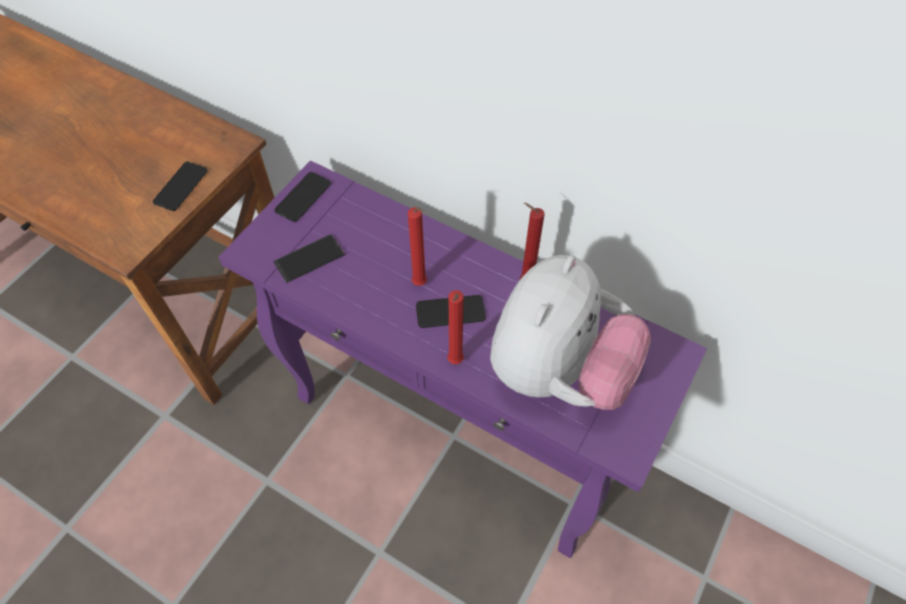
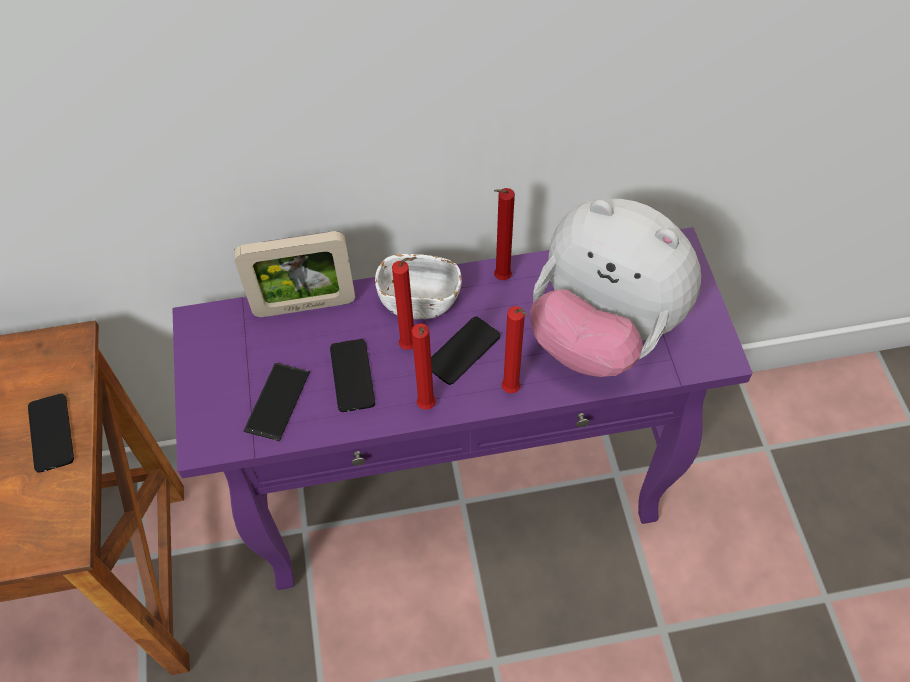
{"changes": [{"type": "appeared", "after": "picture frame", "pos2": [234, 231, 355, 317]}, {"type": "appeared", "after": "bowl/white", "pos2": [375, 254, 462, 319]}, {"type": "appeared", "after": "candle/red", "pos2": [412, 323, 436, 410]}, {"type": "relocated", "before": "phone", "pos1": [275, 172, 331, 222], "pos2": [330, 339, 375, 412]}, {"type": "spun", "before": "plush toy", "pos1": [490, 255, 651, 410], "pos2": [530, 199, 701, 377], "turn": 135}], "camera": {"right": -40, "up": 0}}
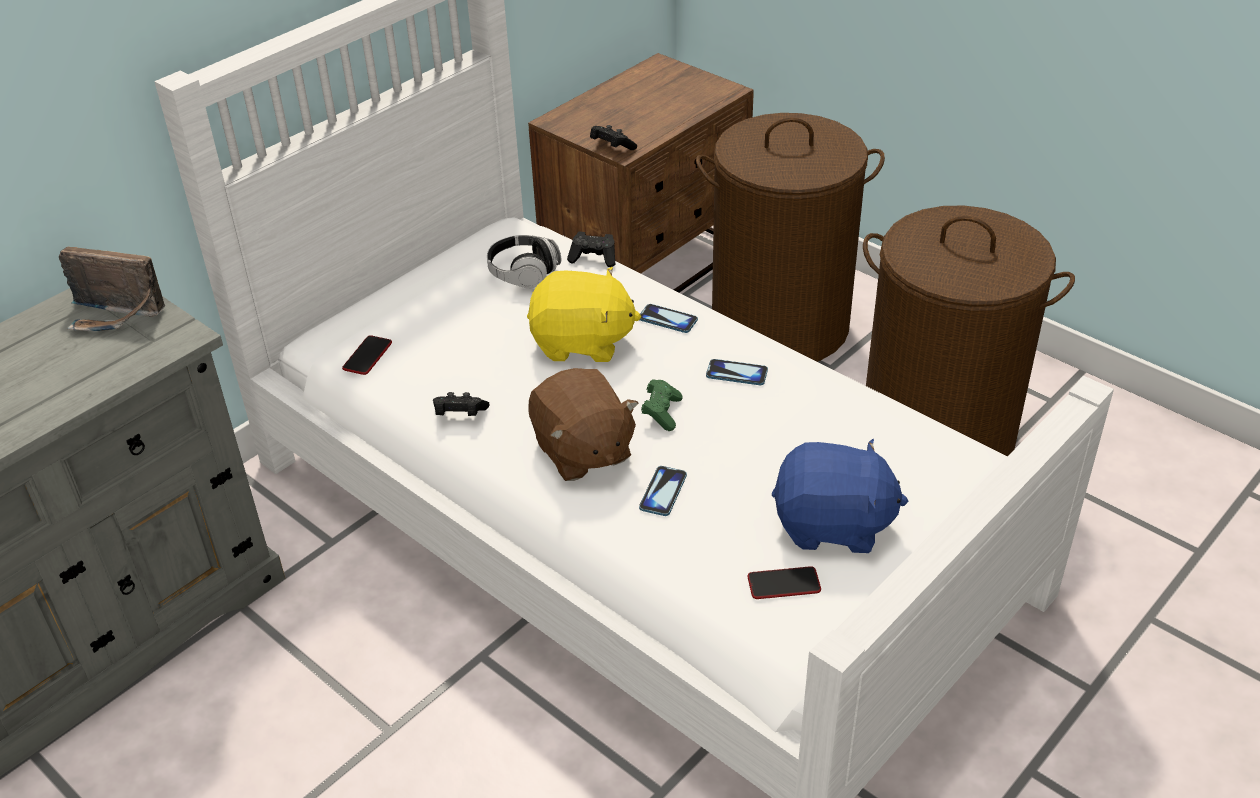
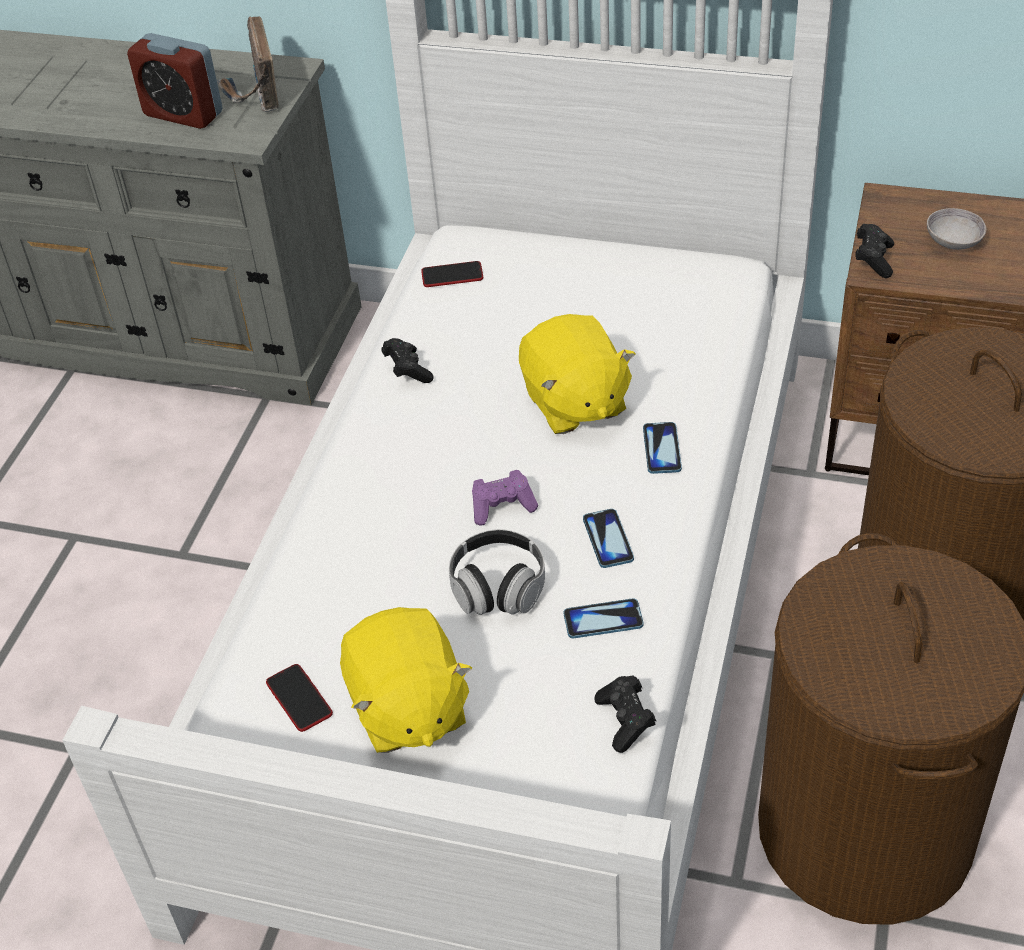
{"changes": [{"type": "missing", "before": "plush toy/brown", "pos1": [528, 368, 639, 481]}, {"type": "appeared", "after": "alarm clock", "pos2": [127, 33, 223, 129]}, {"type": "appeared", "after": "bowl/grey", "pos2": [927, 208, 987, 250]}, {"type": "relocated", "before": "headphones", "pos1": [487, 235, 561, 289], "pos2": [449, 529, 545, 615]}, {"type": "relocated", "before": "game controller/black", "pos1": [567, 232, 615, 267], "pos2": [594, 675, 656, 753]}, {"type": "relocated", "before": "phone", "pos1": [639, 466, 687, 516], "pos2": [563, 598, 643, 638]}, {"type": "colour", "before": "game controller/green", "after": "game controller/purple", "pos1": [641, 379, 683, 431], "pos2": [472, 470, 538, 526]}, {"type": "colour", "before": "plush toy/blue", "after": "plush toy/yellow", "pos1": [772, 439, 908, 553], "pos2": [340, 607, 472, 753]}], "camera": {"right": 65, "up": 5}}
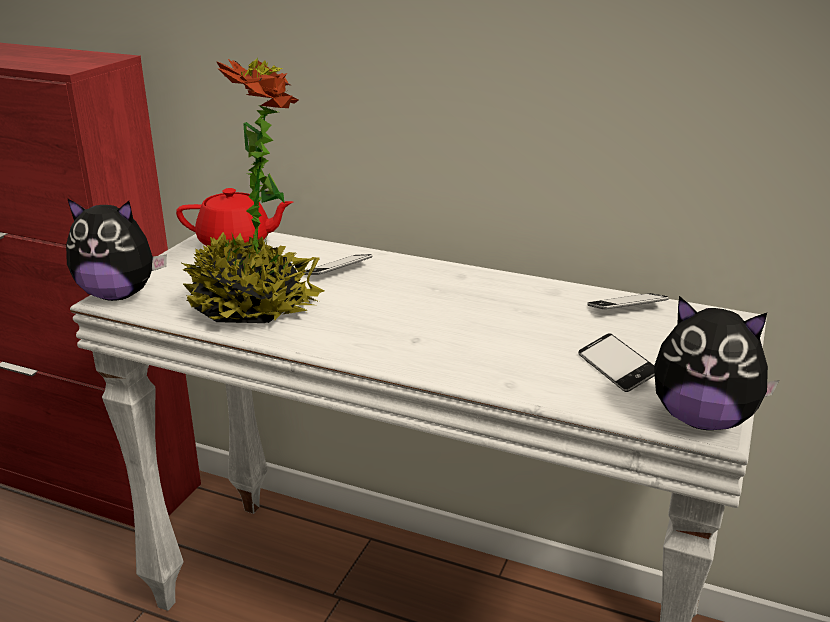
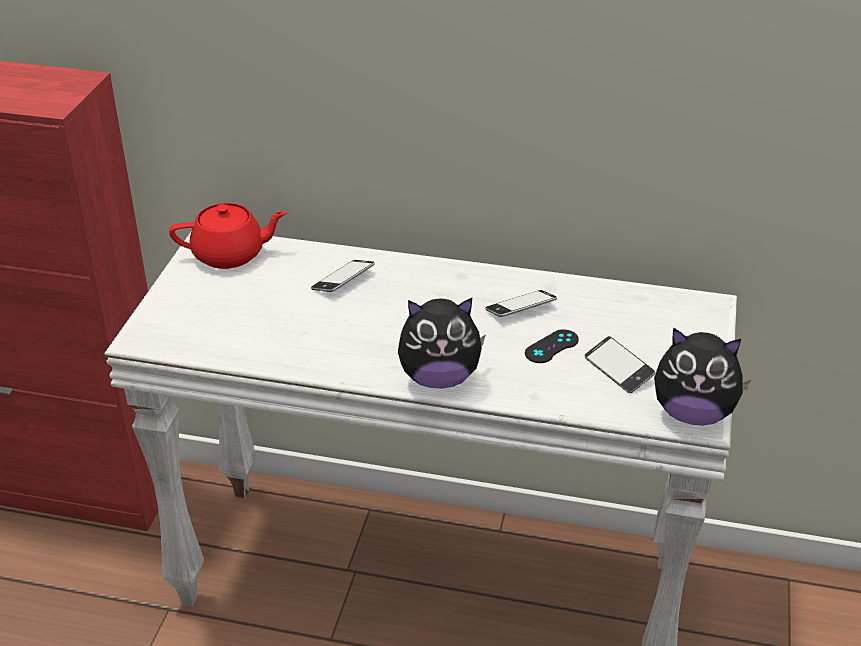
{"changes": [{"type": "missing", "before": "potted plant", "pos1": [180, 58, 324, 323]}, {"type": "appeared", "after": "game controller/black", "pos2": [525, 330, 579, 363]}, {"type": "relocated", "before": "plush toy", "pos1": [66, 198, 167, 301], "pos2": [398, 298, 485, 389]}, {"type": "relocated", "before": "phone", "pos1": [587, 293, 669, 309], "pos2": [486, 290, 557, 317]}], "camera": {"right": -10, "up": 10}}
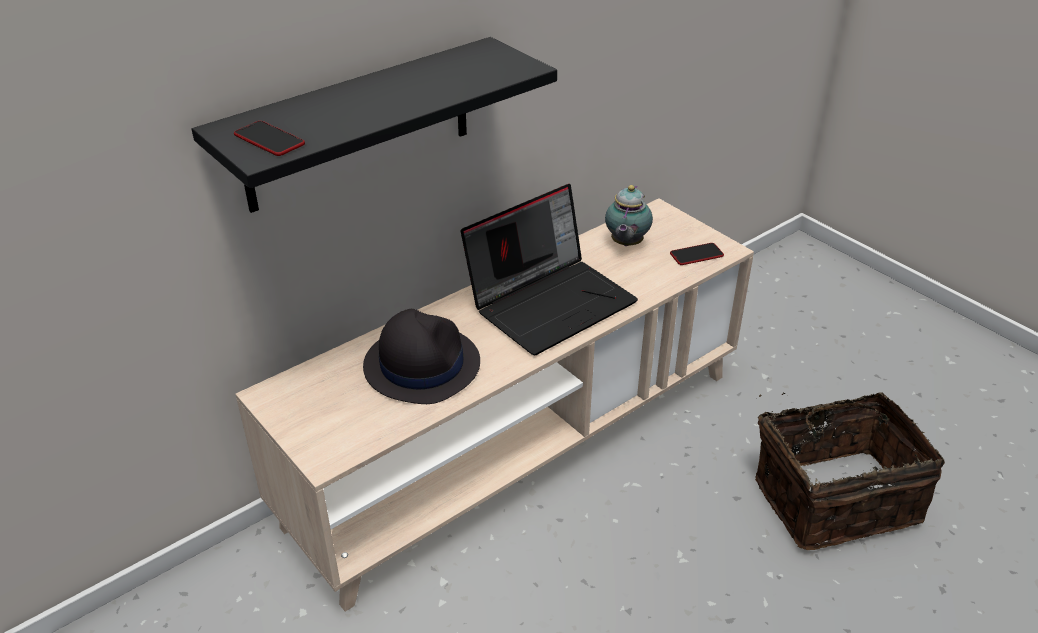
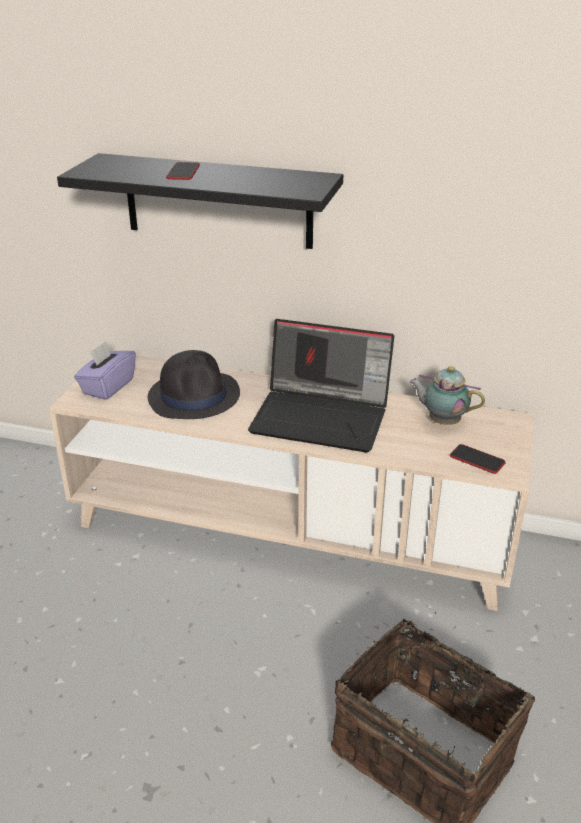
{"changes": [{"type": "appeared", "after": "tissue box/purple", "pos2": [74, 341, 136, 400]}, {"type": "relocated", "before": "phone", "pos1": [234, 121, 305, 156], "pos2": [166, 162, 200, 180]}, {"type": "spun", "before": "teapot", "pos1": [605, 185, 653, 246], "pos2": [410, 366, 485, 425], "turn": 45}], "camera": {"right": 55, "up": -5}}
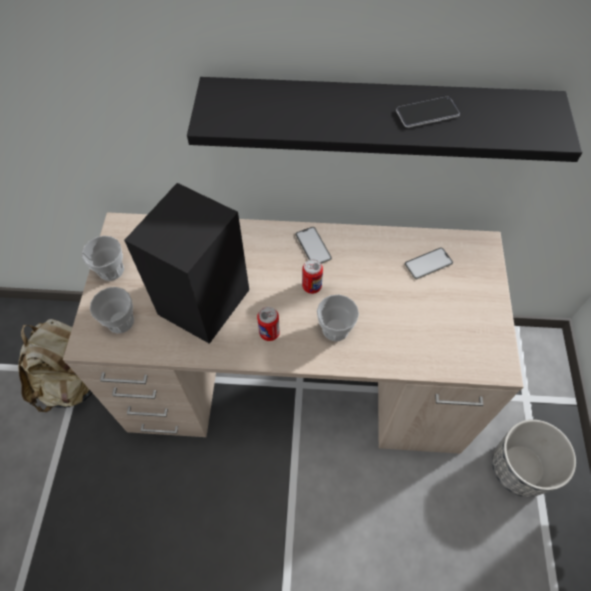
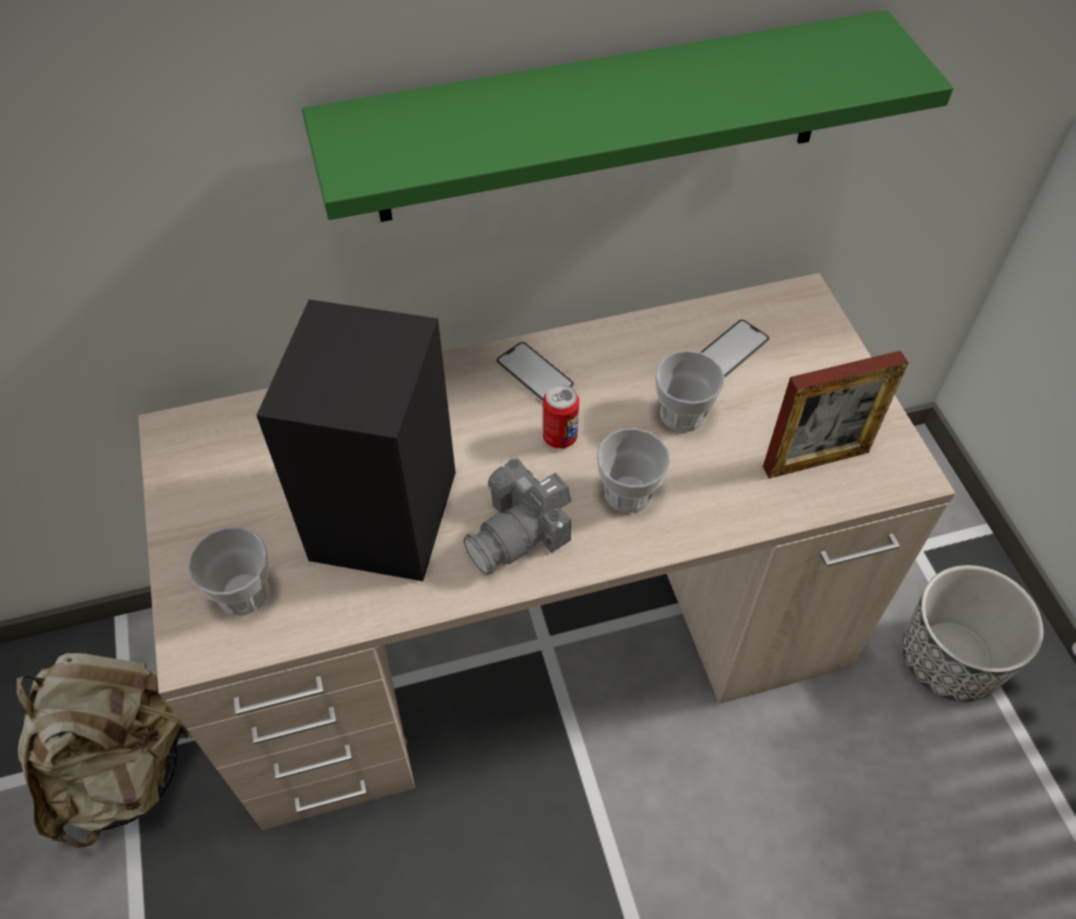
{"changes": [{"type": "missing", "before": "phone", "pos1": [396, 97, 460, 128]}, {"type": "appeared", "after": "picture frame", "pos2": [763, 350, 909, 478]}, {"type": "relocated", "before": "cup", "pos1": [82, 236, 124, 281], "pos2": [655, 350, 725, 432]}, {"type": "exchanged", "before": "can", "after": "photo camera", "pos1": [257, 307, 280, 341], "pos2": [463, 458, 571, 575]}, {"type": "colour", "before": "shelf/black", "after": "shelf/green", "pos1": [187, 77, 582, 162], "pos2": [302, 10, 954, 222]}], "camera": {"right": -20, "up": -5}}
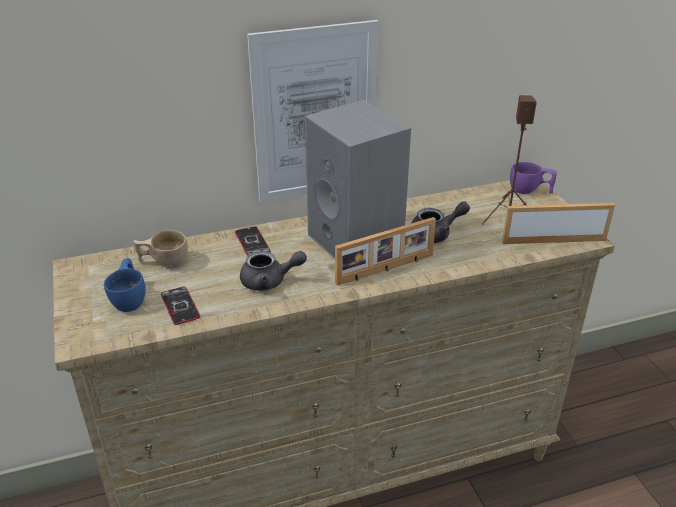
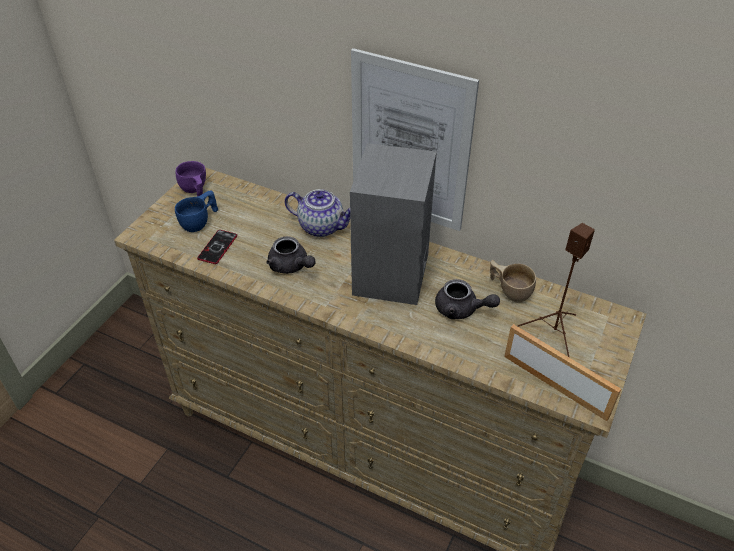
{"changes": [{"type": "missing", "before": "picture frame", "pos1": [335, 217, 436, 286]}, {"type": "relocated", "before": "cup/beige", "pos1": [133, 230, 188, 269], "pos2": [490, 260, 536, 303]}, {"type": "relocated", "before": "cup/purple", "pos1": [510, 162, 557, 194], "pos2": [175, 161, 206, 196]}, {"type": "exchanged", "before": "phone", "after": "teapot", "pos1": [235, 226, 270, 256], "pos2": [285, 189, 350, 237]}], "camera": {"right": 45, "up": 10}}
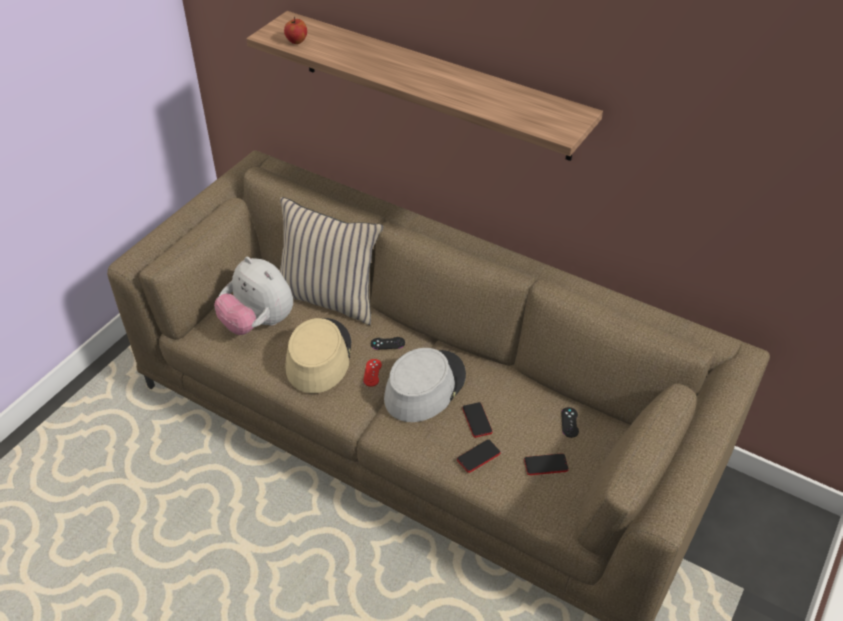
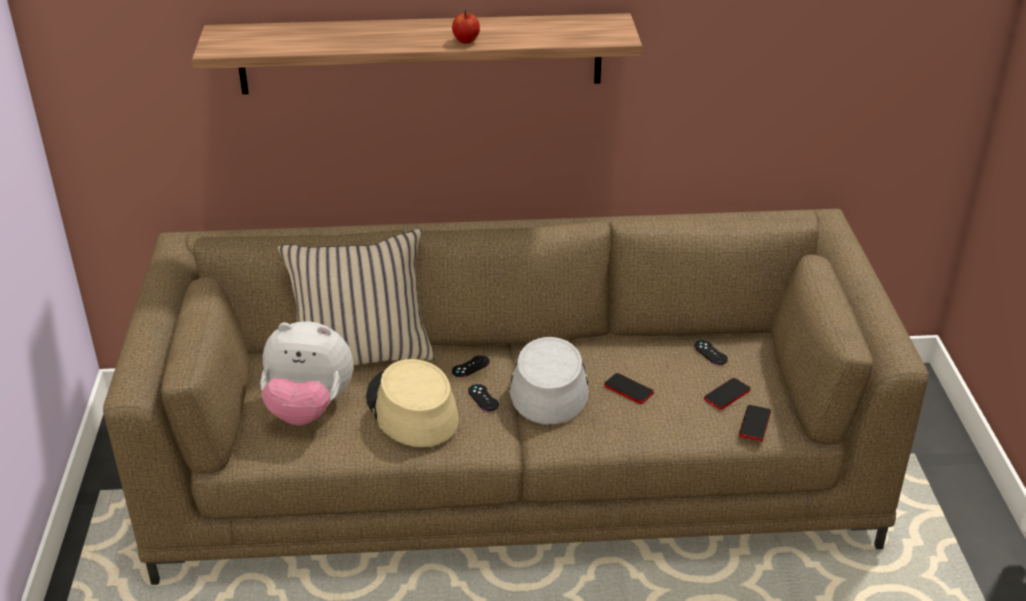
{"changes": [{"type": "relocated", "before": "apple", "pos1": [284, 17, 307, 44], "pos2": [452, 10, 480, 44]}, {"type": "relocated", "before": "phone", "pos1": [457, 440, 501, 473], "pos2": [739, 405, 771, 441]}, {"type": "colour", "before": "game controller/red", "after": "game controller/black", "pos1": [363, 359, 382, 387], "pos2": [468, 384, 499, 411]}], "camera": {"right": -35, "up": -10}}
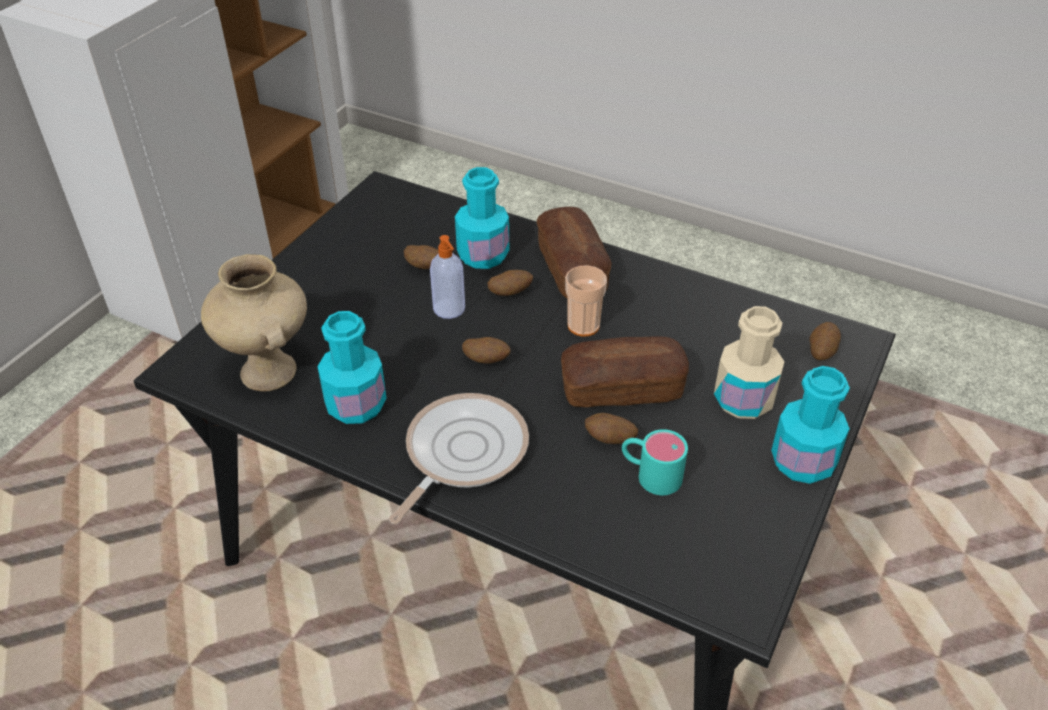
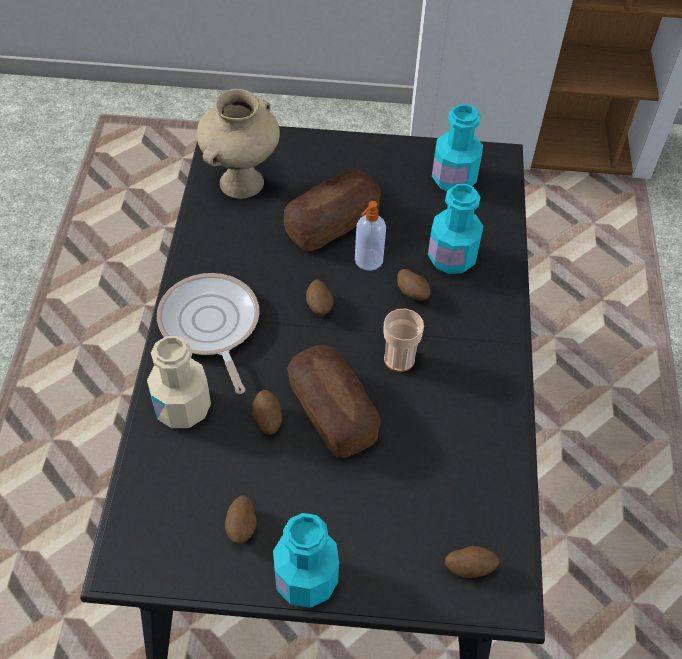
{"changes": [{"type": "missing", "before": "mug/turquoise", "pos1": [622, 429, 688, 495]}, {"type": "relocated", "before": "bottle/turquoise", "pos1": [317, 311, 387, 424], "pos2": [432, 104, 483, 191]}, {"type": "relocated", "before": "potato", "pos1": [404, 245, 439, 269], "pos2": [225, 495, 257, 544]}, {"type": "relocated", "before": "bread", "pos1": [537, 207, 611, 298], "pos2": [284, 170, 381, 251]}, {"type": "relocated", "before": "bottle/beige", "pos1": [714, 306, 784, 419], "pos2": [147, 336, 211, 428]}, {"type": "spun", "before": "frying pan", "pos1": [389, 393, 529, 524], "pos2": [157, 273, 259, 394], "turn": -120}], "camera": {"right": 65, "up": 10}}
